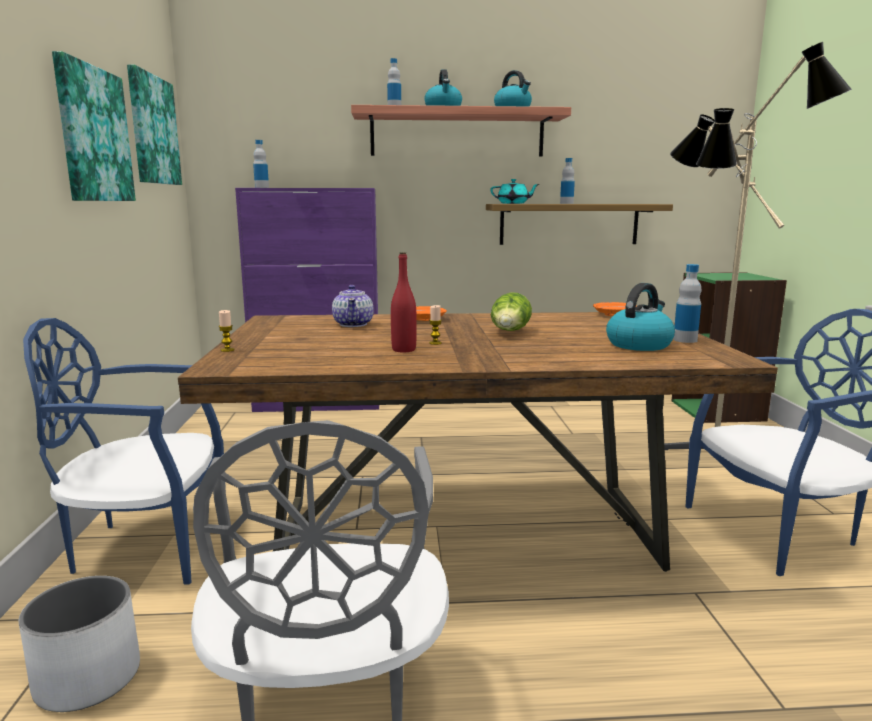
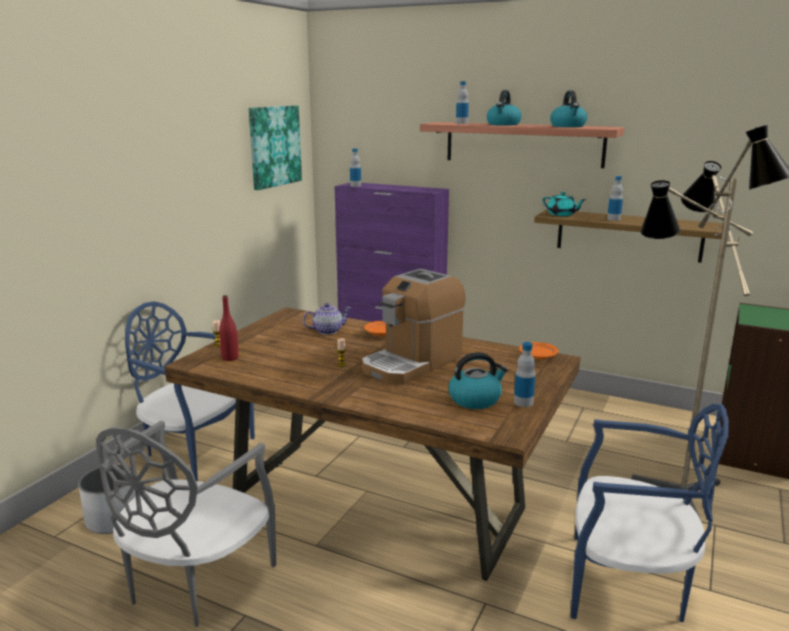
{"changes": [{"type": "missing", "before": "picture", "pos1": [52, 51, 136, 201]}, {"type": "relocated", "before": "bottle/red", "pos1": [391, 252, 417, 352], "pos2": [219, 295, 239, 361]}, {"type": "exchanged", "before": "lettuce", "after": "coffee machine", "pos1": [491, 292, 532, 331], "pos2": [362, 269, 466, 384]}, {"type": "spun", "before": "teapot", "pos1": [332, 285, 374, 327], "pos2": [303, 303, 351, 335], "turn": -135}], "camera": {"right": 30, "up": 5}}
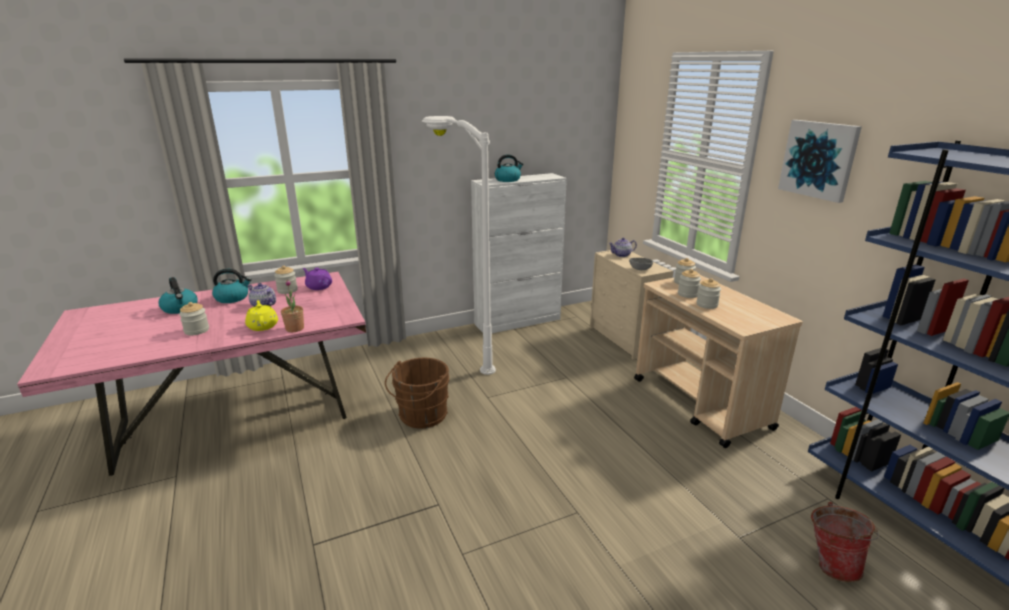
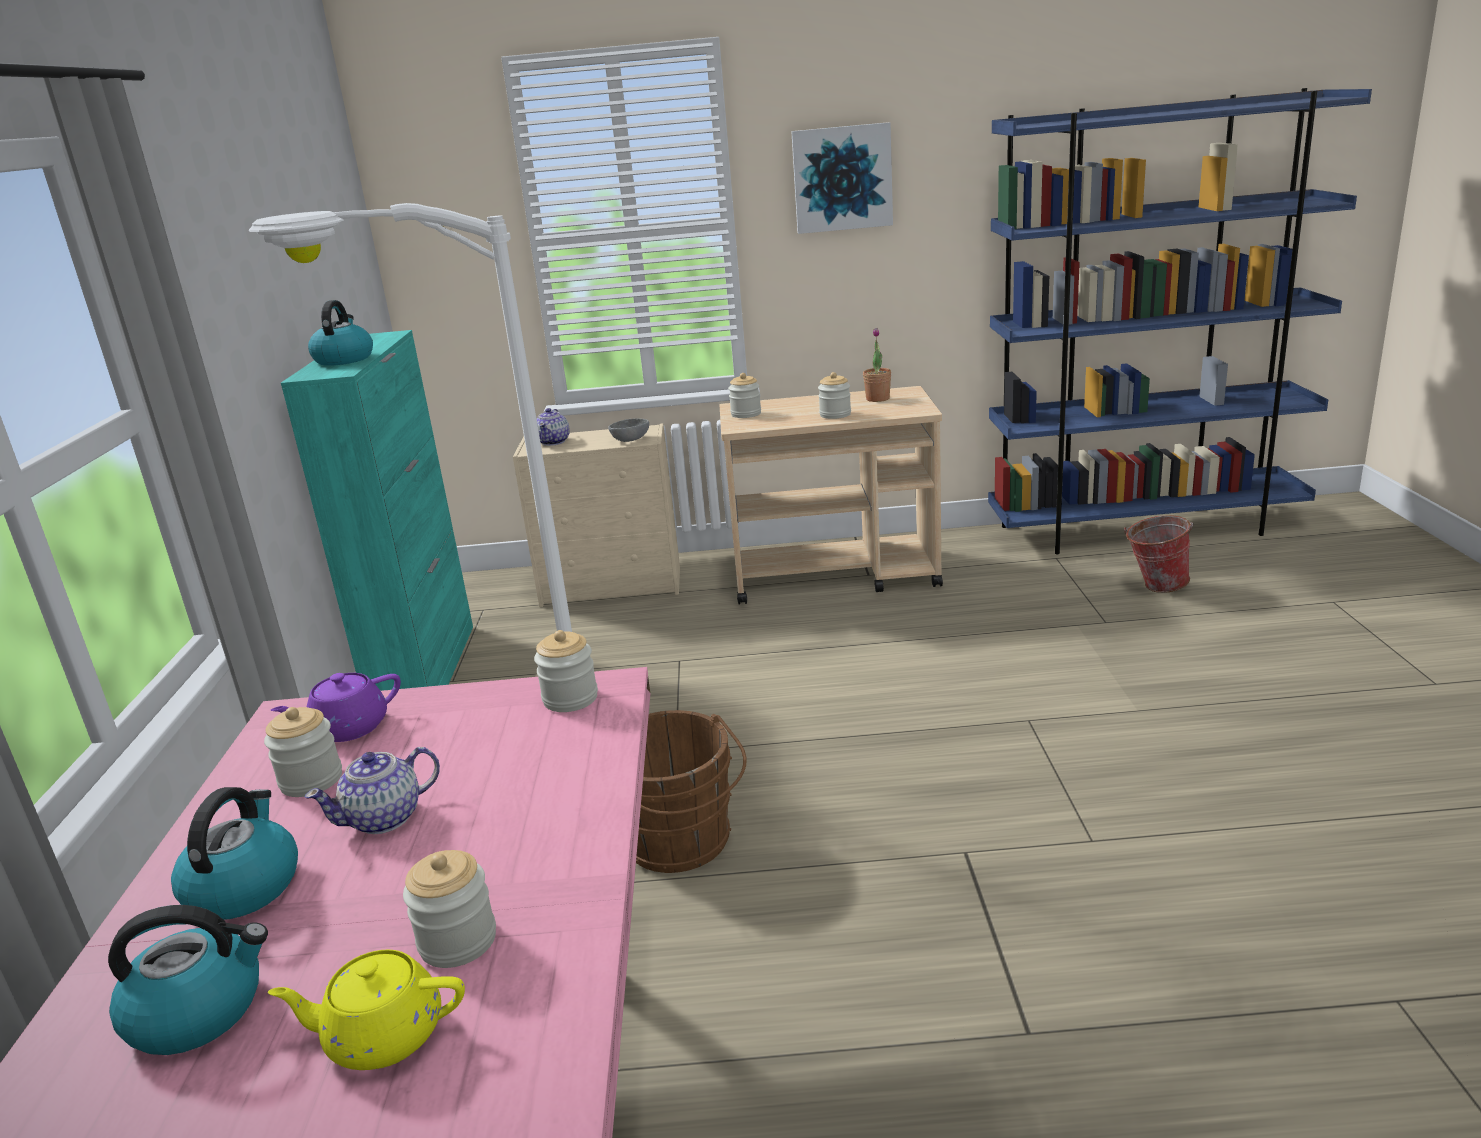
{"changes": [{"type": "relocated", "before": "teapot/yellow", "pos1": [245, 300, 278, 331], "pos2": [268, 950, 465, 1070]}, {"type": "relocated", "before": "potted plant", "pos1": [281, 280, 304, 332], "pos2": [863, 328, 891, 402]}, {"type": "relocated", "before": "jar", "pos1": [678, 269, 701, 298], "pos2": [534, 630, 598, 712]}, {"type": "colour", "before": "cabinet/white", "after": "cabinet/turquoise", "pos1": [471, 173, 567, 333], "pos2": [281, 330, 473, 691]}], "camera": {"right": -65, "up": 0}}
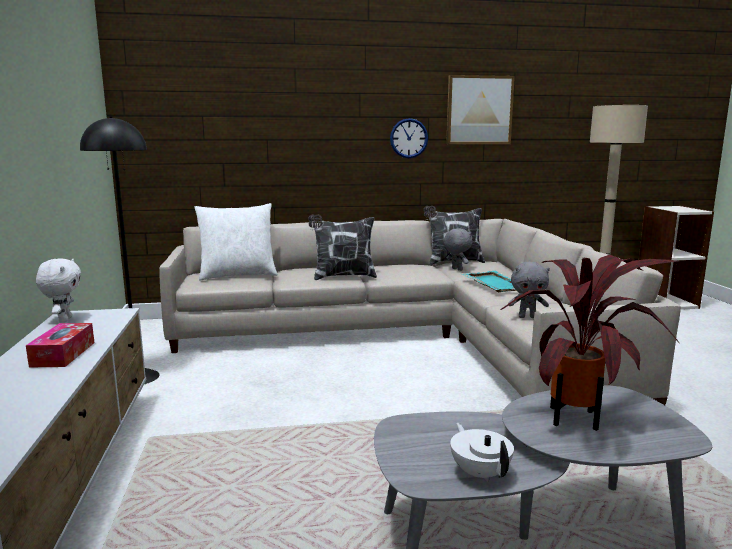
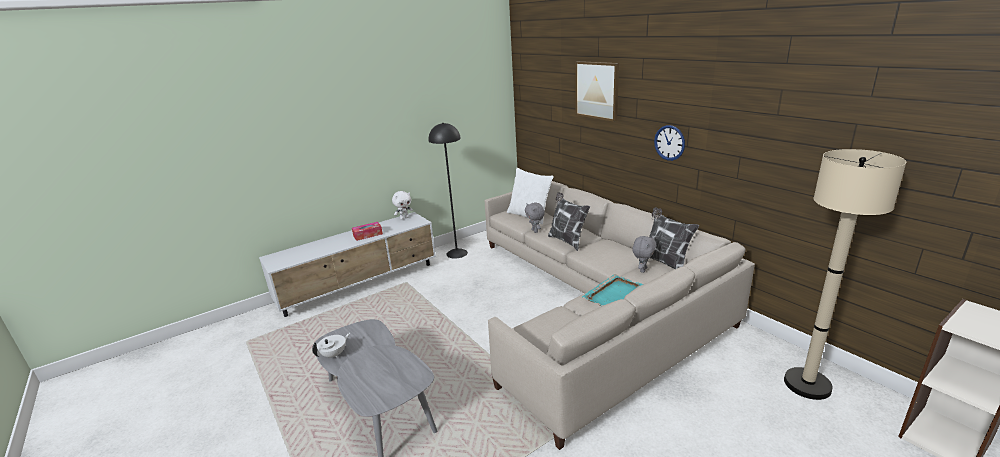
{"changes": [{"type": "missing", "before": "potted plant", "pos1": [500, 255, 680, 431]}, {"type": "relocated", "before": "picture", "pos1": [446, 75, 515, 144], "pos2": [576, 61, 619, 122]}, {"type": "relocated", "before": "plush toy/grey", "pos1": [508, 262, 550, 318], "pos2": [525, 203, 545, 233]}], "camera": {"right": 65, "up": 10}}
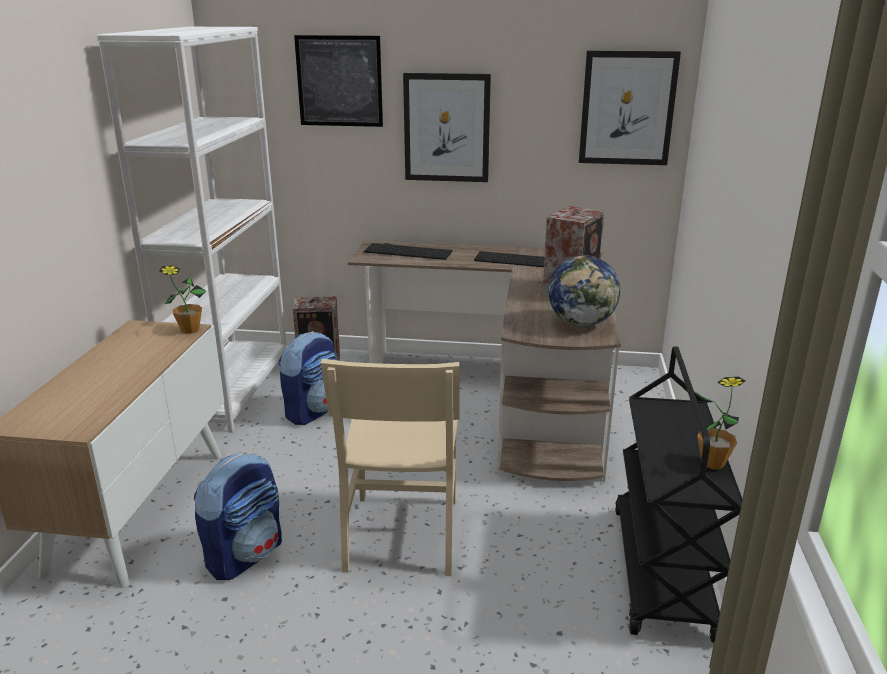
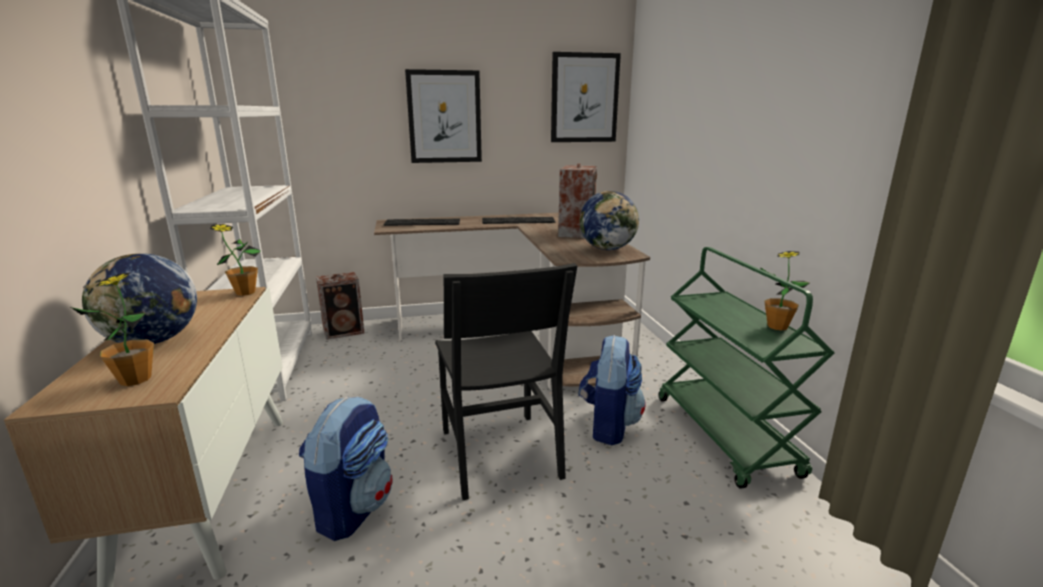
{"changes": [{"type": "missing", "before": "picture", "pos1": [294, 35, 383, 127]}, {"type": "appeared", "after": "potted plant", "pos2": [71, 273, 154, 386]}, {"type": "appeared", "after": "globe", "pos2": [82, 253, 197, 344]}, {"type": "relocated", "before": "backpack", "pos1": [278, 331, 338, 425], "pos2": [578, 335, 646, 445]}, {"type": "colour", "before": "chair/beige", "after": "chair/black", "pos1": [320, 359, 460, 576], "pos2": [435, 263, 577, 500]}, {"type": "colour", "before": "cart/black", "after": "cart/green", "pos1": [615, 346, 742, 643], "pos2": [658, 247, 834, 489]}], "camera": {"right": -20, "up": -5}}
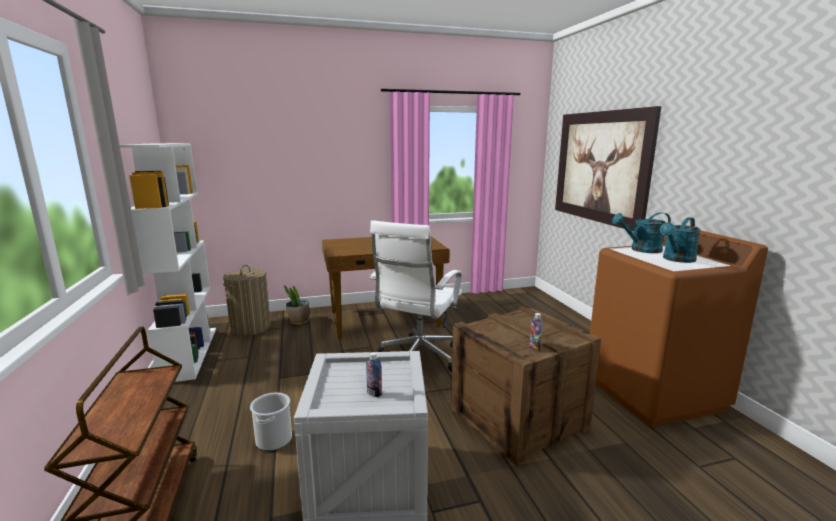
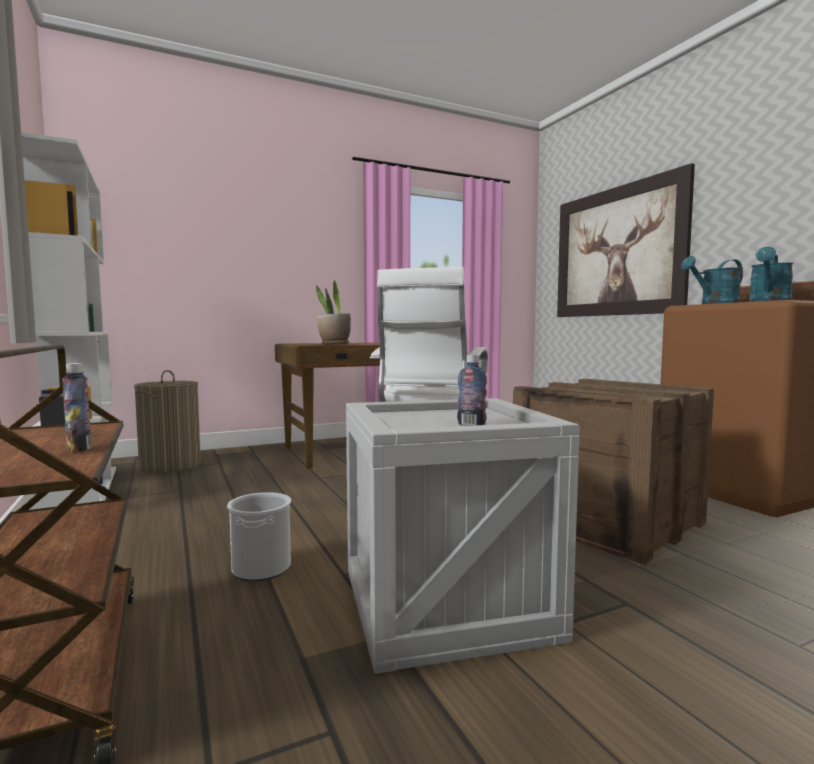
{"changes": [{"type": "relocated", "before": "potted plant", "pos1": [284, 285, 309, 325], "pos2": [316, 280, 351, 344]}, {"type": "relocated", "before": "bottle", "pos1": [530, 313, 543, 351], "pos2": [62, 363, 91, 452]}], "camera": {"right": -10, "up": -10}}
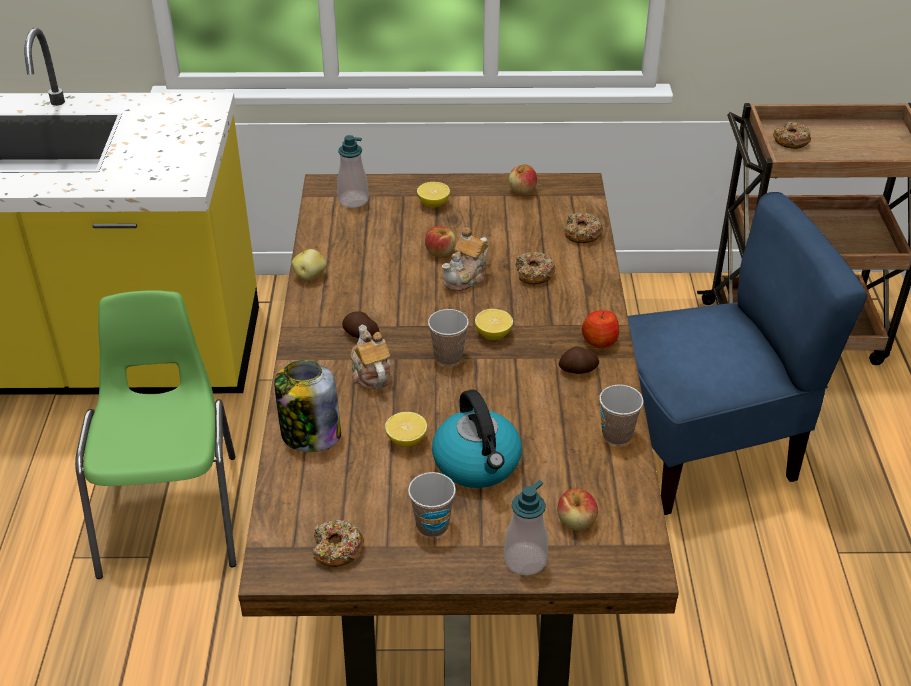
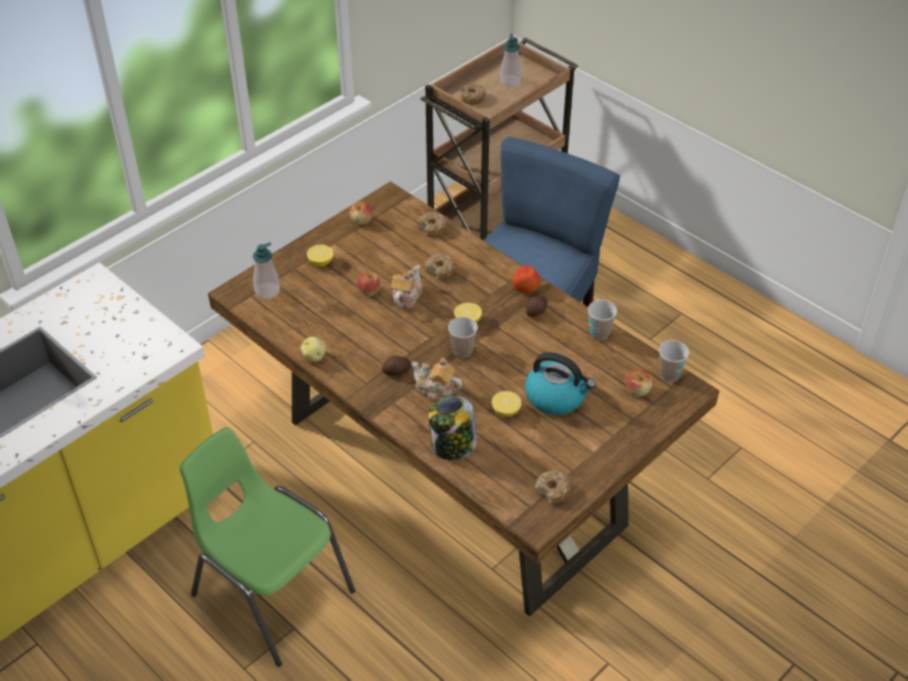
{"changes": [{"type": "relocated", "before": "cup", "pos1": [408, 472, 456, 537], "pos2": [659, 340, 689, 382]}, {"type": "relocated", "before": "soap dispenser", "pos1": [504, 480, 548, 575], "pos2": [500, 33, 521, 87]}, {"type": "spun", "before": "teapot", "pos1": [442, 227, 489, 291], "pos2": [391, 265, 423, 309], "turn": -150}], "camera": {"right": -45, "up": 5}}
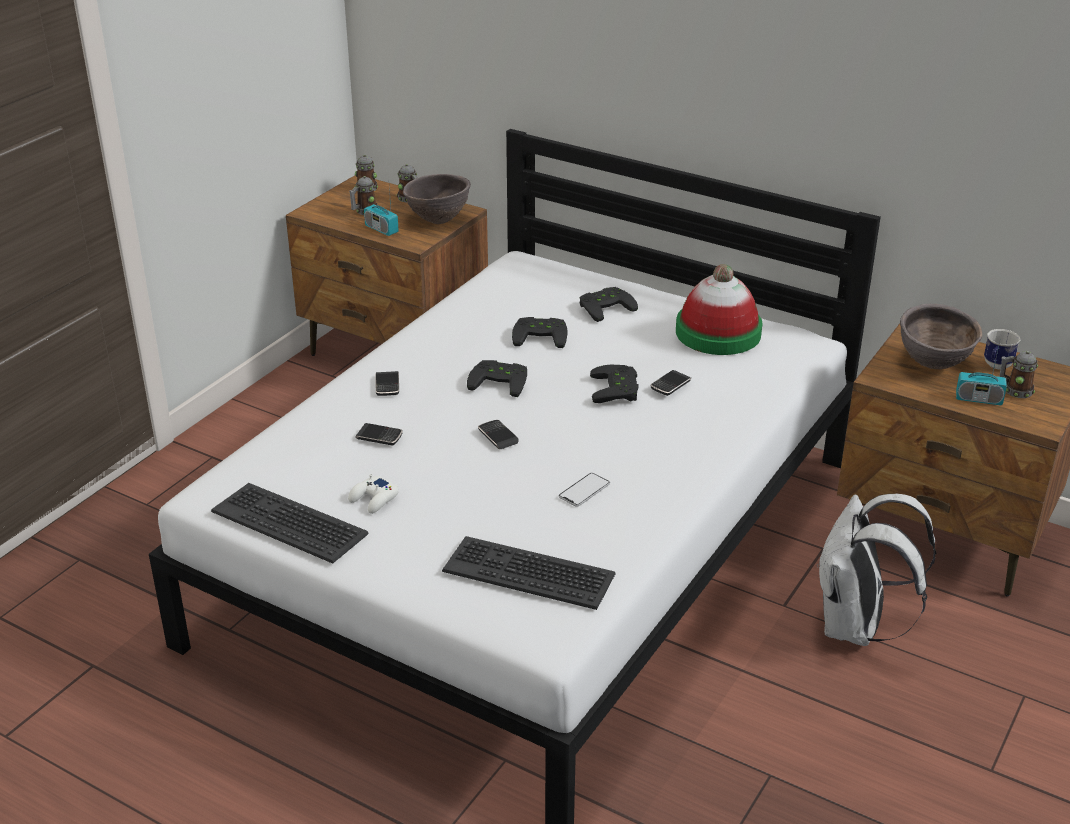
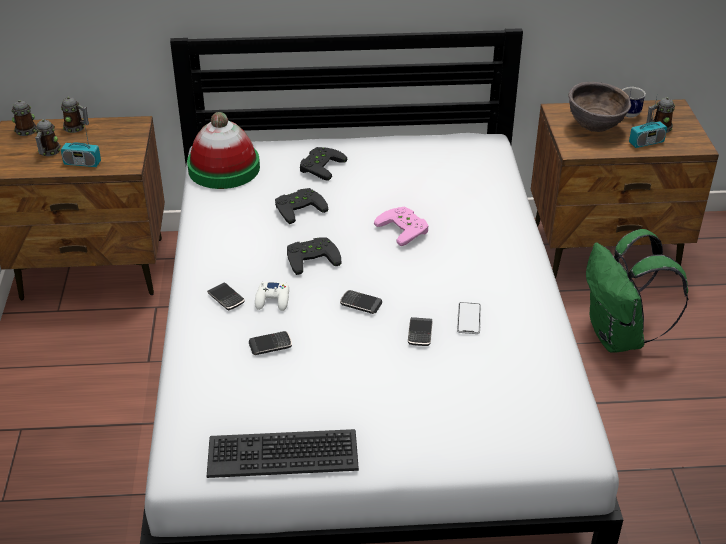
{"changes": [{"type": "missing", "before": "bowl/brown", "pos1": [403, 174, 471, 224]}, {"type": "missing", "before": "keyboard", "pos1": [442, 536, 616, 610]}, {"type": "relocated", "before": "game controller/white", "pos1": [348, 474, 399, 514], "pos2": [255, 281, 289, 311]}, {"type": "relocated", "before": "phone", "pos1": [651, 370, 691, 396], "pos2": [408, 317, 433, 346]}, {"type": "relocated", "before": "hat", "pos1": [676, 264, 763, 355], "pos2": [187, 112, 260, 189]}, {"type": "colour", "before": "game controller/black", "after": "game controller/pink", "pos1": [590, 365, 638, 403], "pos2": [374, 207, 429, 246]}, {"type": "colour", "before": "backpack/white", "after": "backpack/green", "pos1": [817, 494, 936, 646], "pos2": [586, 229, 688, 353]}], "camera": {"right": -35, "up": 5}}
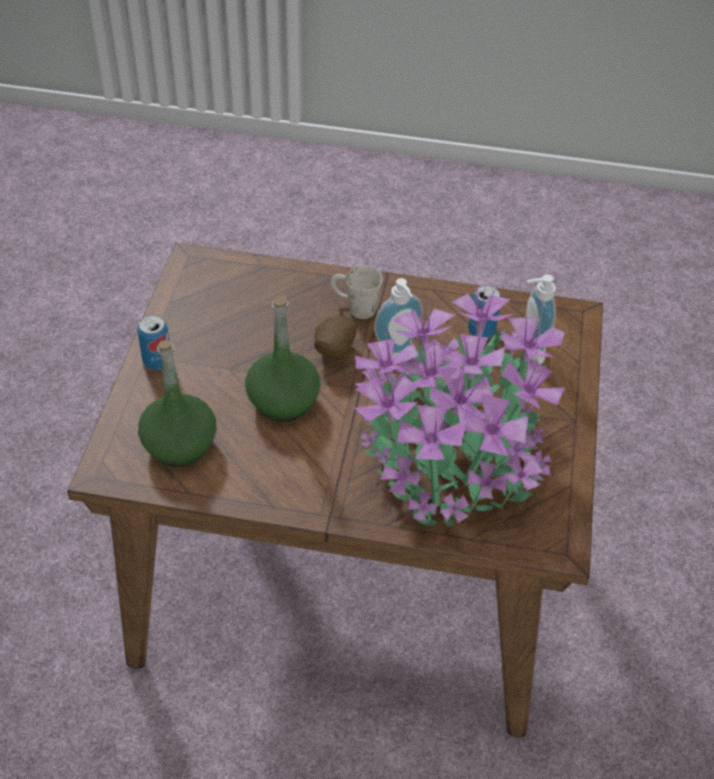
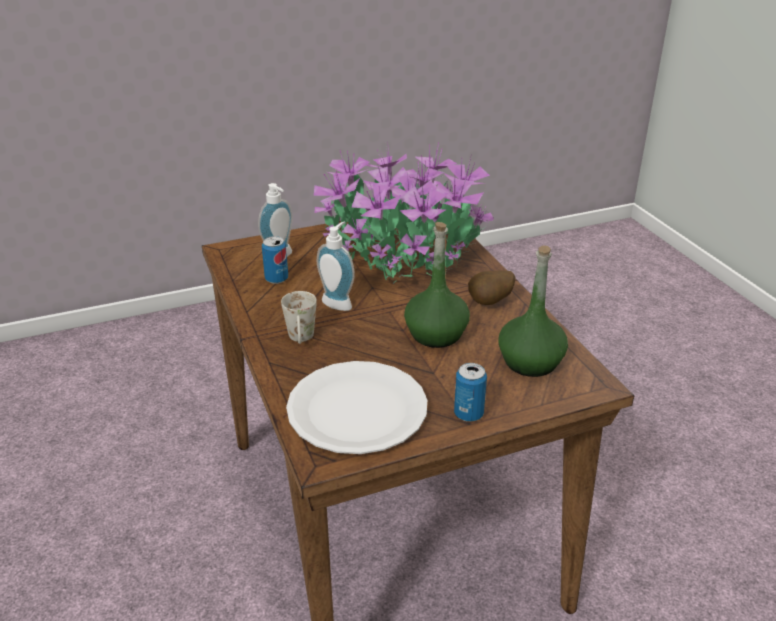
{"changes": [{"type": "appeared", "after": "plate/white", "pos2": [286, 361, 427, 454]}, {"type": "relocated", "before": "potato", "pos1": [314, 315, 357, 358], "pos2": [468, 270, 515, 305]}], "camera": {"right": -120, "up": -15}}
